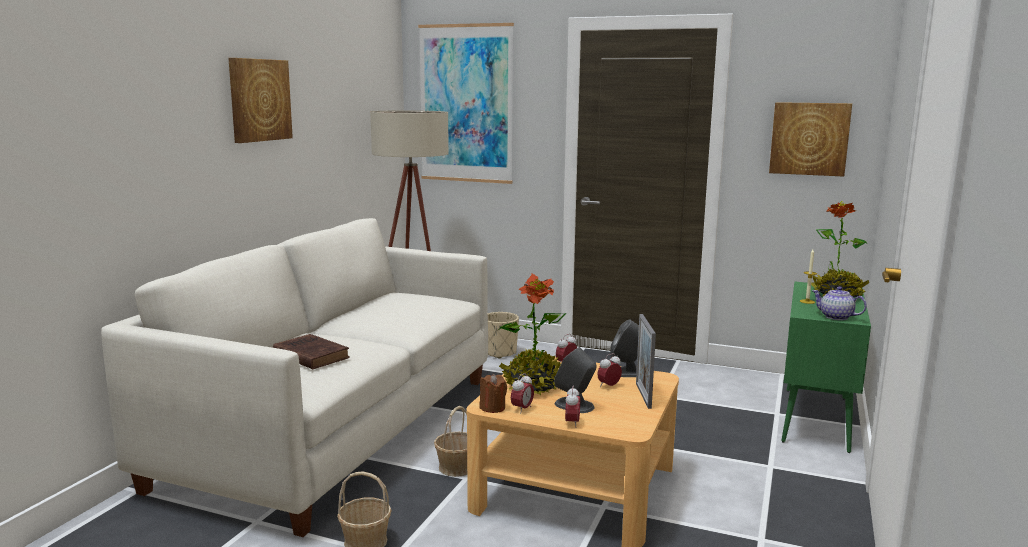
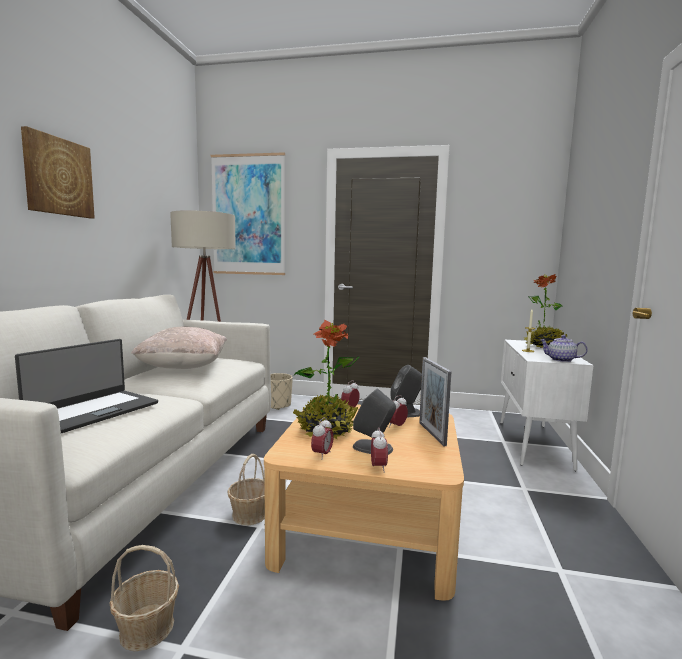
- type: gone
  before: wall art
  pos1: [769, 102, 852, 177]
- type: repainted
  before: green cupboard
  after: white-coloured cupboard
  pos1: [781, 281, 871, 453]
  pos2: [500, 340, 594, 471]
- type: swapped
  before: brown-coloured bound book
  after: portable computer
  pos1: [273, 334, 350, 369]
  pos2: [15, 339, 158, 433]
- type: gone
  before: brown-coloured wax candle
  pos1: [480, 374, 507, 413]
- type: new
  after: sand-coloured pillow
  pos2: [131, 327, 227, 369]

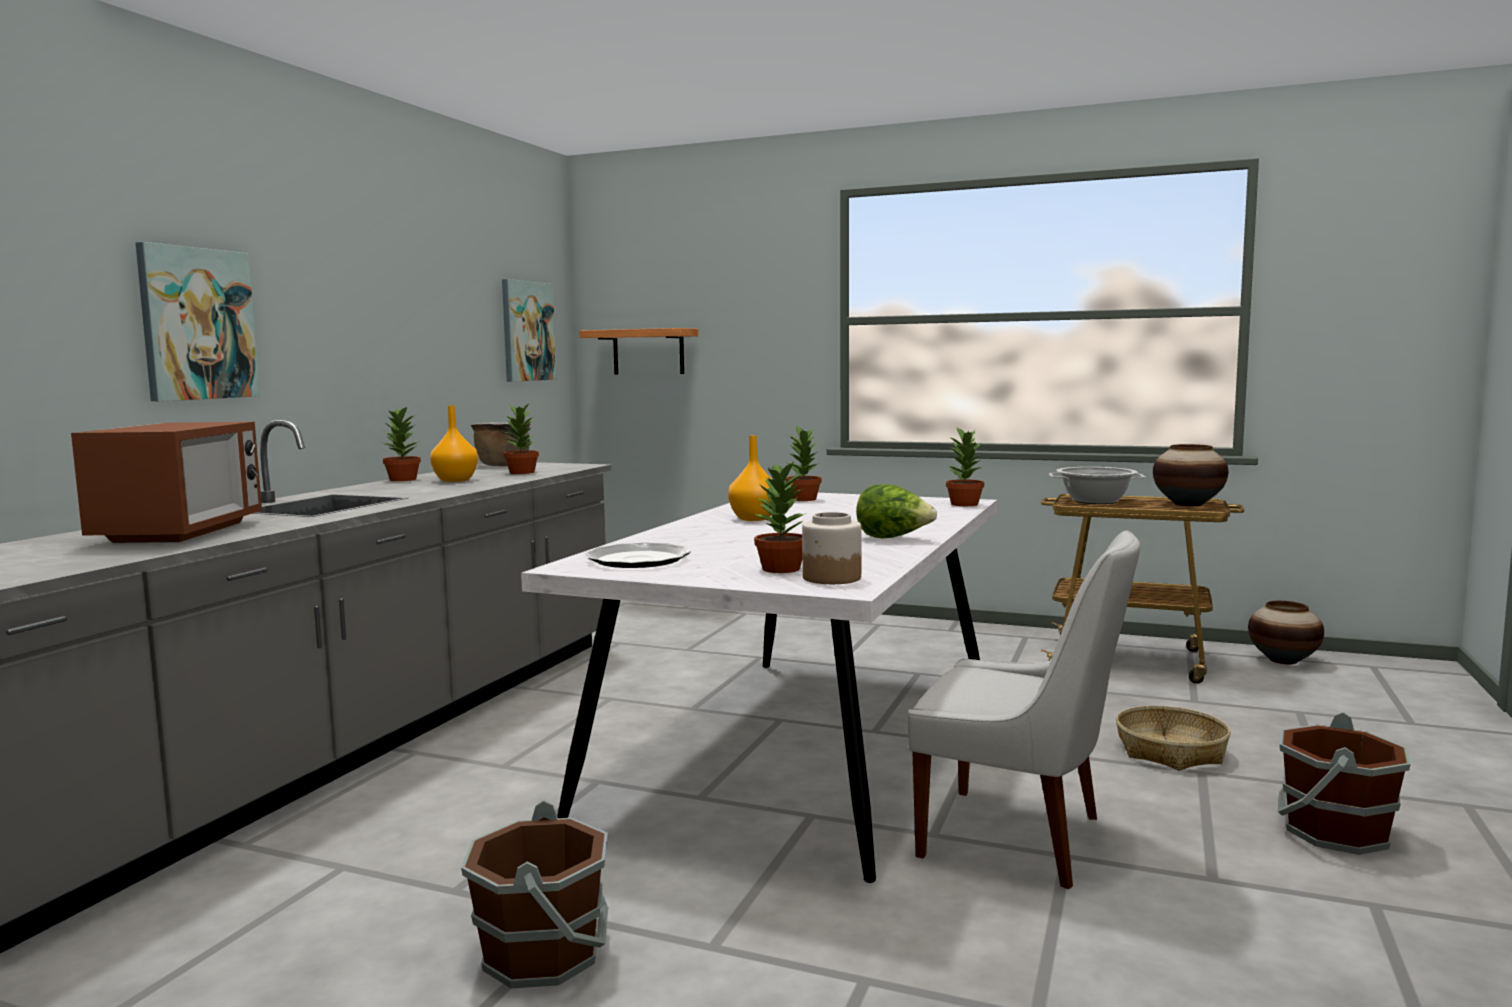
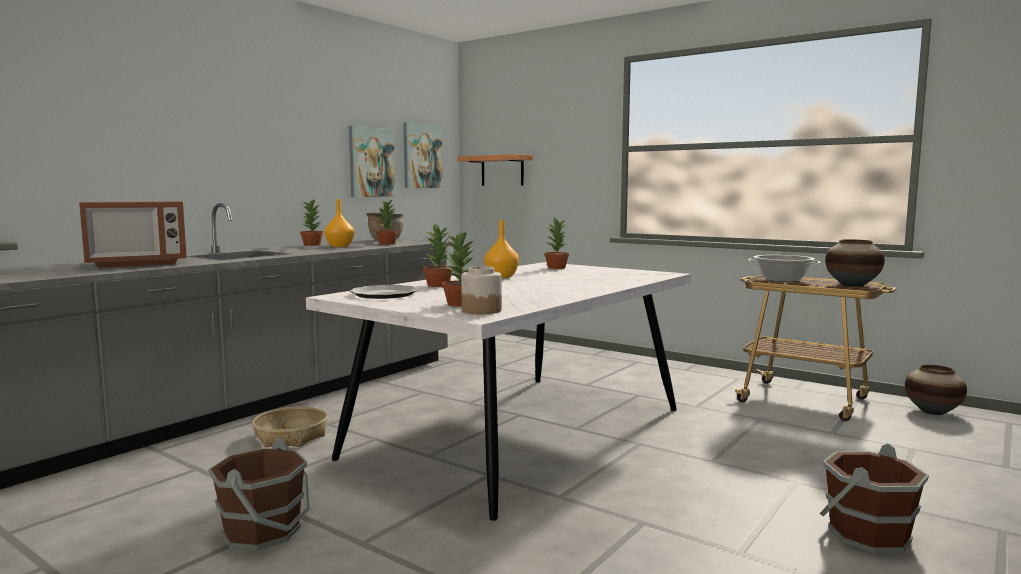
- type: shifted
  before: wall art
  pos1: [136, 242, 260, 401]
  pos2: [349, 125, 395, 197]
- type: rotated
  before: microwave
  pos1: [71, 422, 262, 543]
  pos2: [79, 201, 187, 268]
  turn: 45
- type: shifted
  before: plant in a pot
  pos1: [946, 427, 984, 506]
  pos2: [423, 224, 453, 287]
- type: gone
  before: head of lettuce
  pos1: [856, 484, 937, 539]
- type: gone
  before: white-coloured plain chair
  pos1: [908, 530, 1140, 889]
- type: shifted
  before: household basket
  pos1: [1116, 706, 1231, 771]
  pos2: [252, 406, 327, 447]

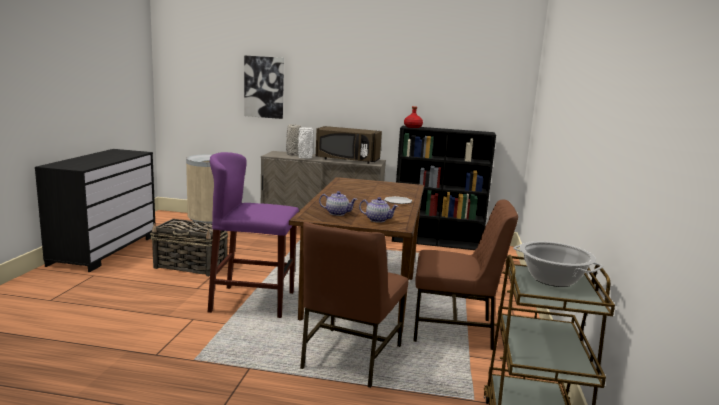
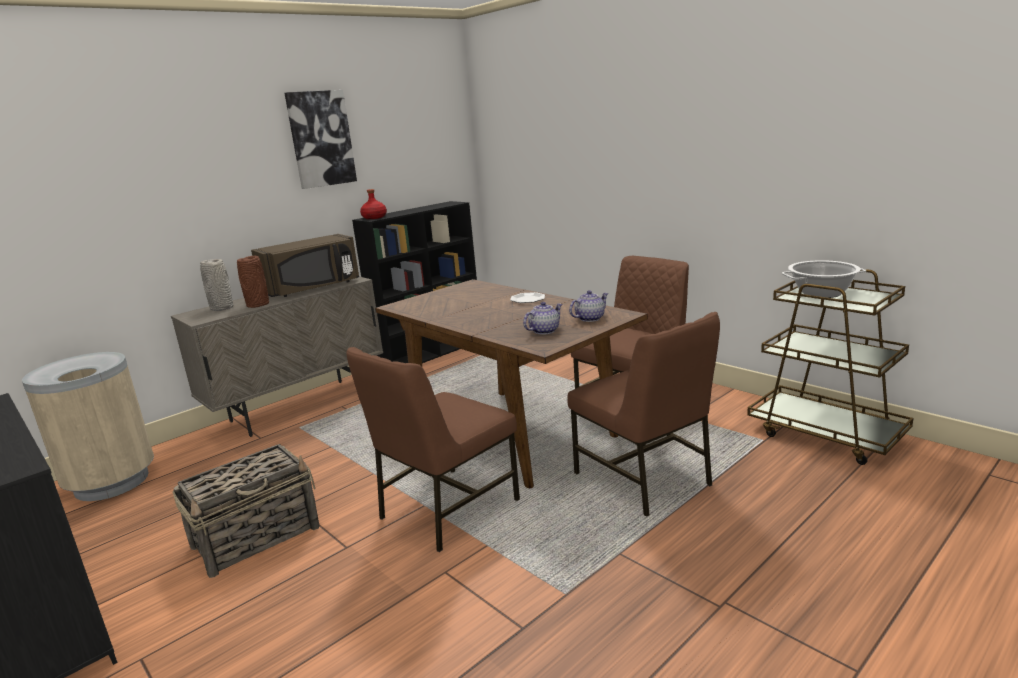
- type: shifted
  before: wall art
  pos1: [244, 55, 284, 119]
  pos2: [285, 90, 357, 189]
- type: repainted
  before: white-coloured flower vase
  after: brown-coloured flower vase
  pos1: [298, 127, 313, 159]
  pos2: [237, 256, 269, 308]
- type: swapped
  before: purplish sitting stool
  after: brown-coloured plain chair
  pos1: [208, 152, 299, 318]
  pos2: [346, 347, 520, 552]

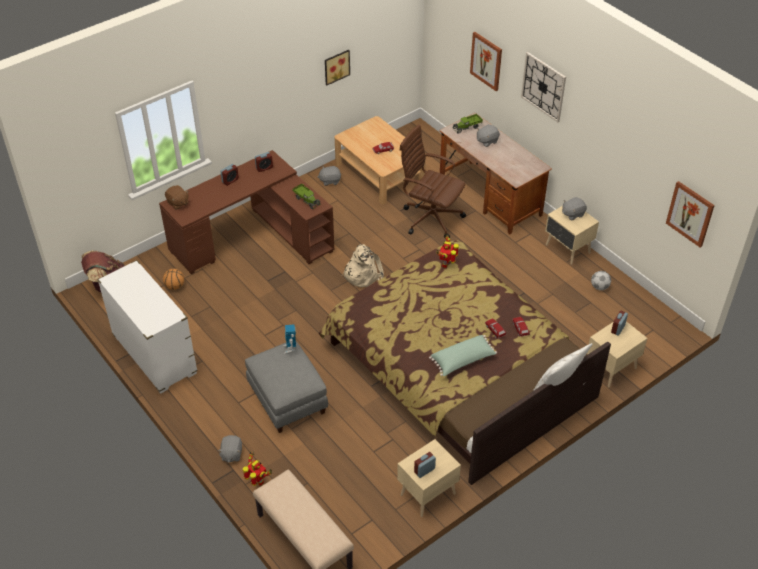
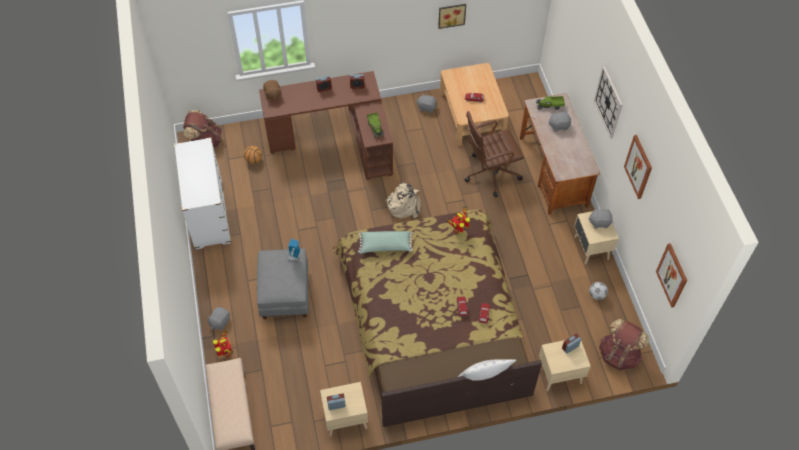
- type: shifted
  before: wall art
  pos1: [470, 32, 502, 91]
  pos2: [624, 135, 652, 199]
- type: rotated
  before: brown-coloured computer chair
  pos1: [399, 125, 466, 239]
  pos2: [465, 111, 524, 197]
  turn: -75
- type: shifted
  before: green pillow
  pos1: [429, 335, 497, 376]
  pos2: [358, 231, 413, 254]
- type: new
  after: brown-coloured rucksack
  pos2: [599, 319, 649, 371]

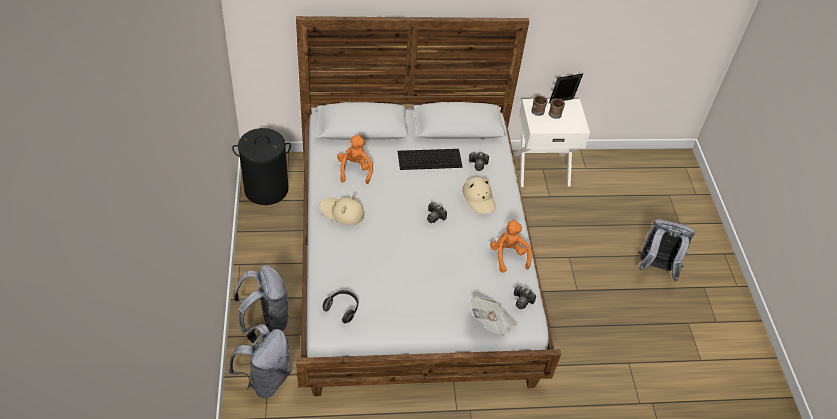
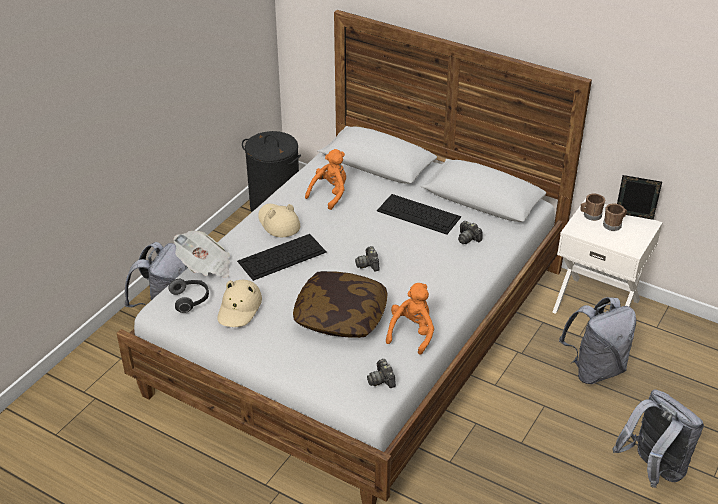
- type: shifted
  before: sand-coloured hat
  pos1: [462, 177, 496, 214]
  pos2: [217, 280, 262, 327]
- type: shifted
  before: daily paper
  pos1: [470, 296, 518, 336]
  pos2: [173, 231, 230, 278]
- type: shifted
  before: greyish rucksack
  pos1: [228, 324, 292, 398]
  pos2: [559, 297, 636, 384]
- type: new
  after: PC keyboard
  pos2: [237, 234, 327, 281]
- type: new
  after: pillow
  pos2: [293, 271, 388, 338]

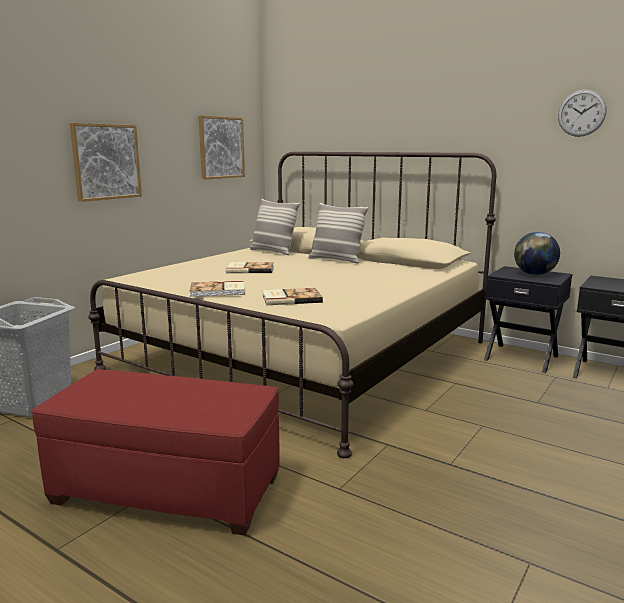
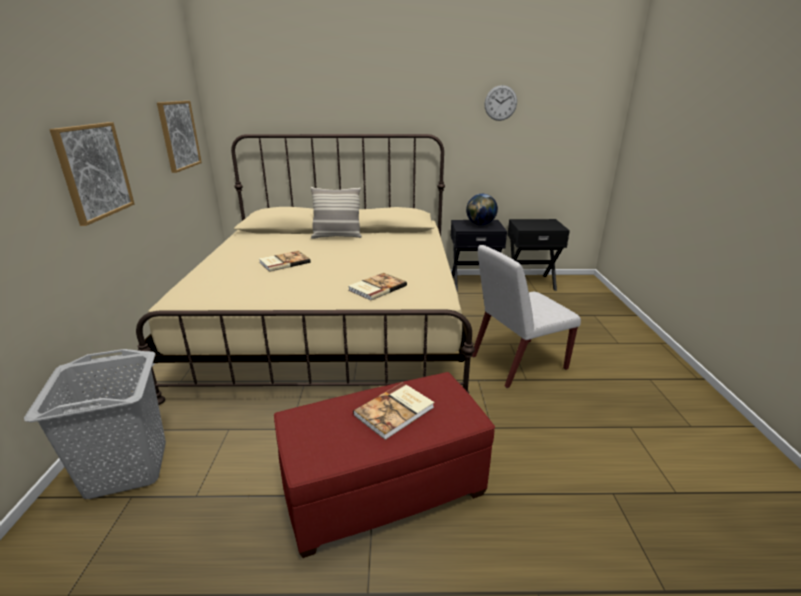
- type: gone
  before: pillow
  pos1: [250, 199, 300, 255]
- type: shifted
  before: bound book
  pos1: [190, 281, 245, 297]
  pos2: [353, 382, 434, 440]
- type: new
  after: white-coloured plain chair
  pos2: [472, 245, 581, 388]

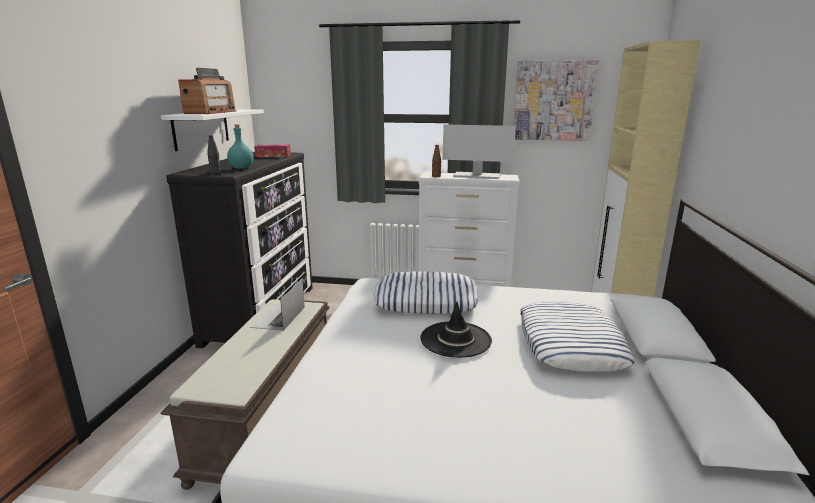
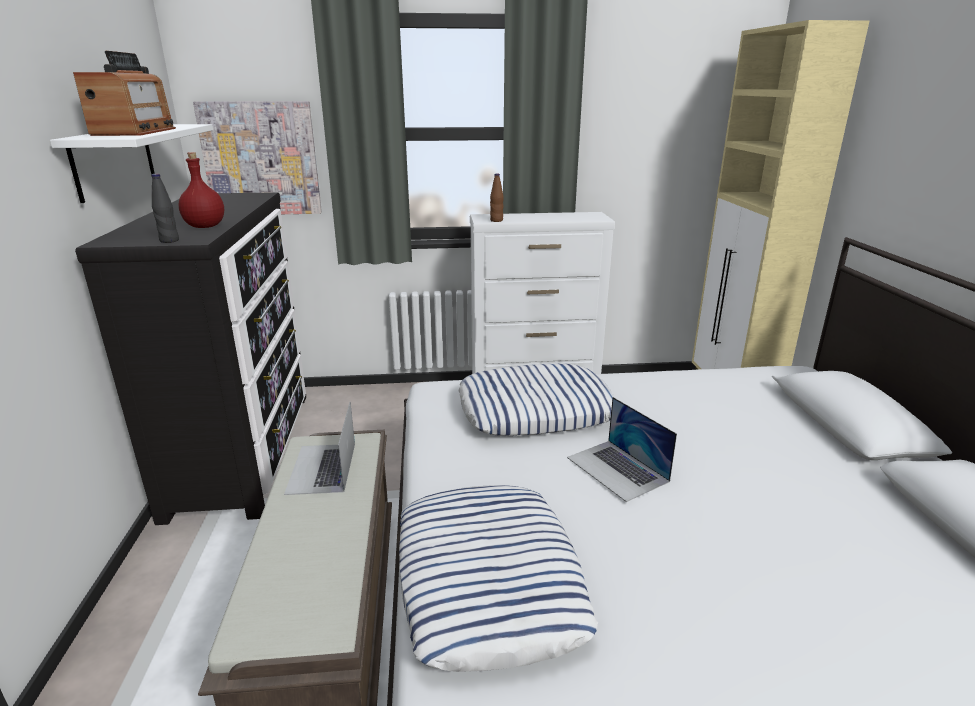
- type: shifted
  before: wall art
  pos1: [513, 60, 599, 141]
  pos2: [193, 101, 322, 214]
- type: repainted
  before: turquoise drink bottle
  after: red drink bottle
  pos1: [227, 124, 254, 169]
  pos2: [179, 152, 224, 228]
- type: gone
  before: computer display
  pos1: [442, 124, 516, 179]
- type: gone
  before: tissue holder
  pos1: [254, 144, 291, 157]
- type: shifted
  before: pillow
  pos1: [520, 301, 635, 372]
  pos2: [399, 485, 598, 672]
- type: swapped
  before: black-coloured hat
  after: portable computer
  pos1: [421, 302, 492, 358]
  pos2: [567, 397, 677, 502]

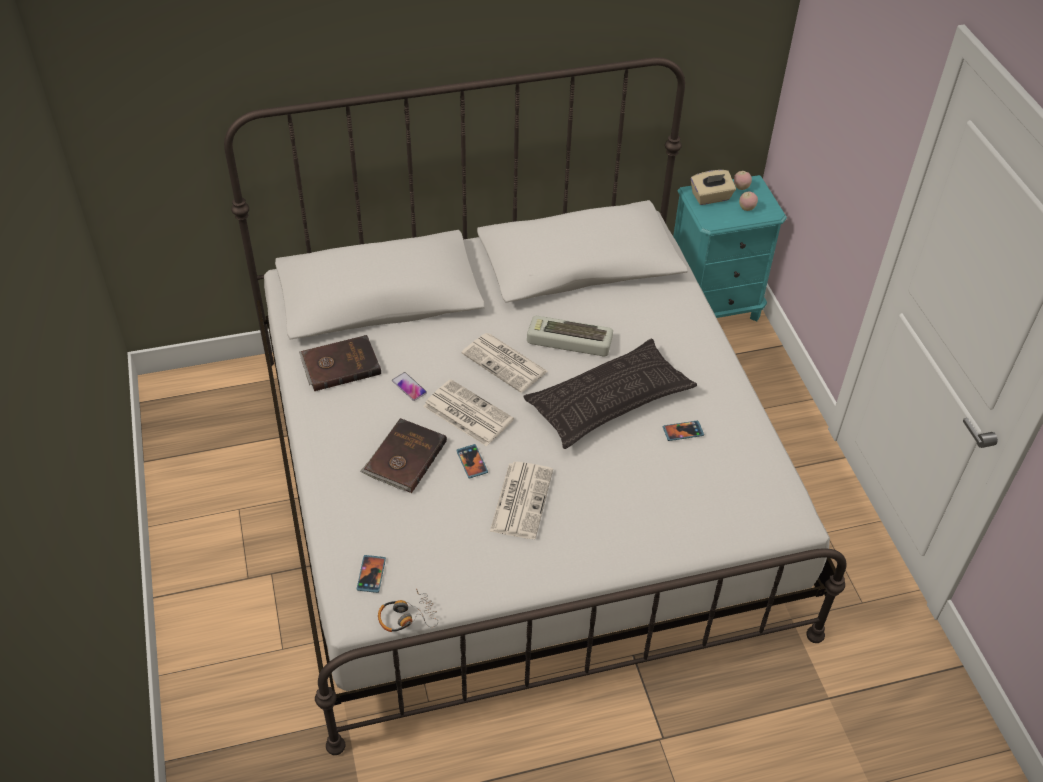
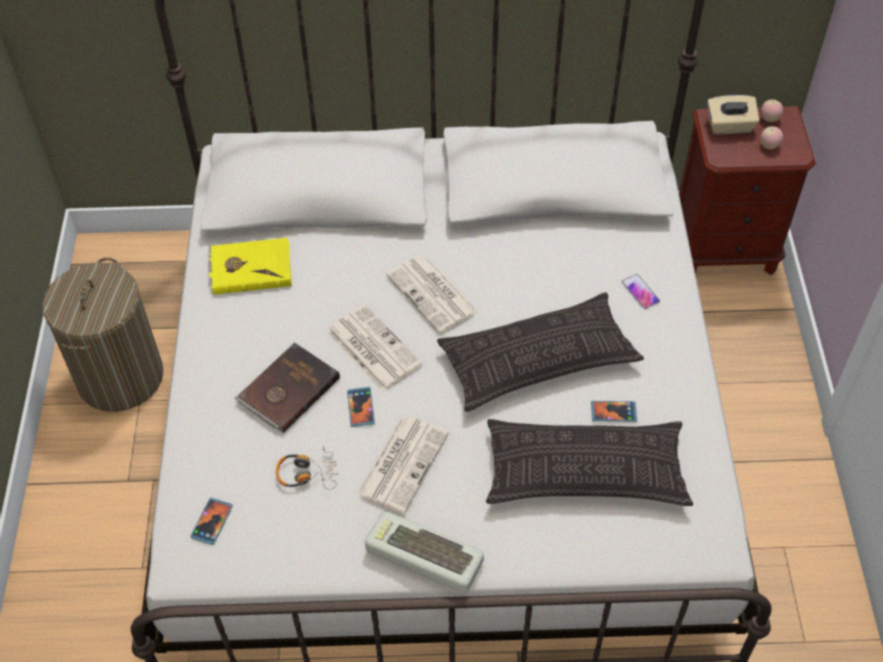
- type: repainted
  before: turquoise bedside table
  after: brown-coloured bedside table
  pos1: [673, 175, 787, 322]
  pos2: [679, 106, 816, 275]
- type: shifted
  before: PC keyboard
  pos1: [527, 316, 613, 356]
  pos2: [365, 511, 484, 593]
- type: repainted
  before: brown-coloured bound book
  after: yellow-coloured bound book
  pos1: [299, 335, 381, 391]
  pos2: [209, 238, 292, 295]
- type: shifted
  before: handset
  pos1: [392, 372, 427, 401]
  pos2: [622, 274, 660, 309]
- type: shifted
  before: headset
  pos1: [378, 588, 438, 632]
  pos2: [276, 445, 338, 490]
- type: new
  after: laundry basket
  pos2: [42, 257, 164, 412]
- type: new
  after: pillow
  pos2: [486, 419, 693, 506]

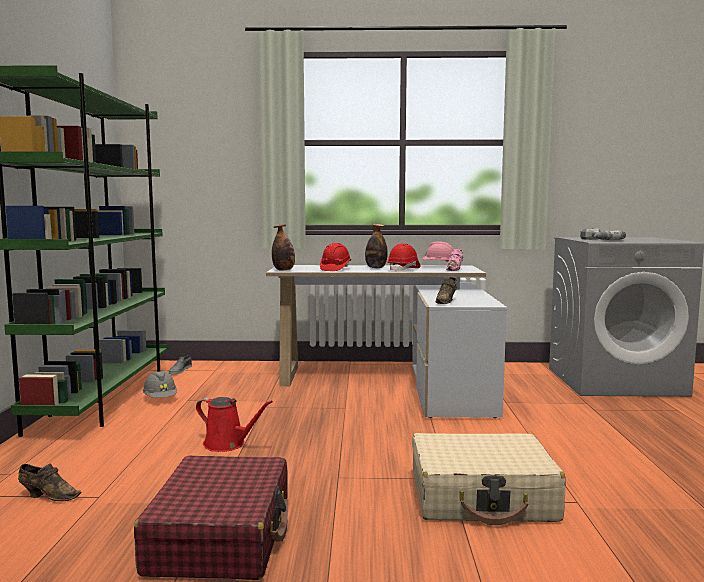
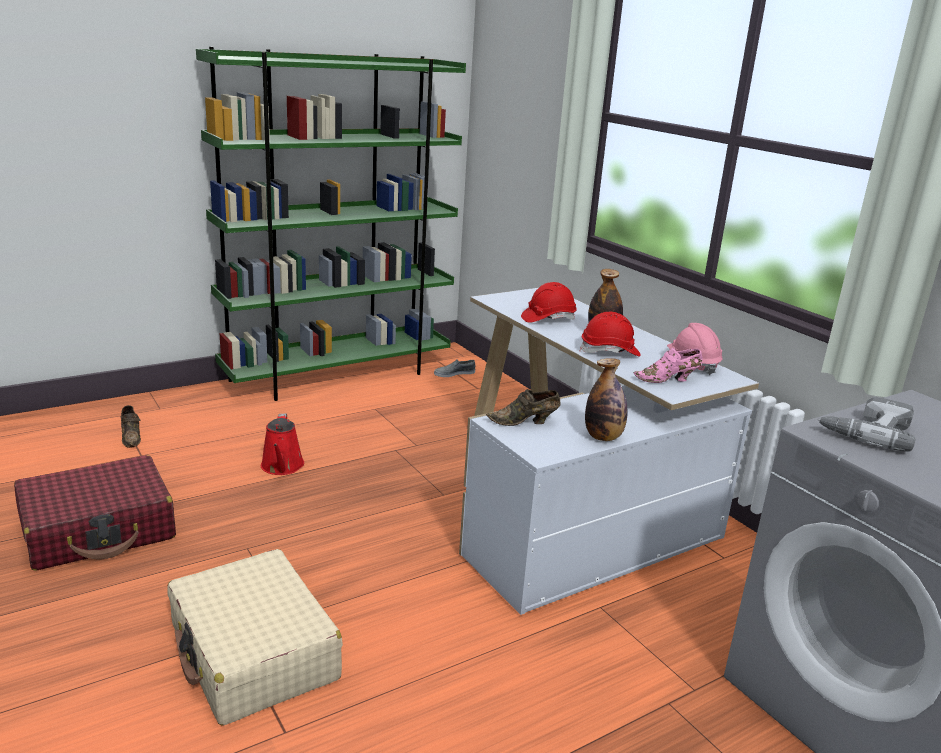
- type: shifted
  before: drink bottle
  pos1: [272, 224, 295, 271]
  pos2: [585, 358, 627, 441]
- type: gone
  before: greyish work helmet
  pos1: [143, 371, 177, 398]

